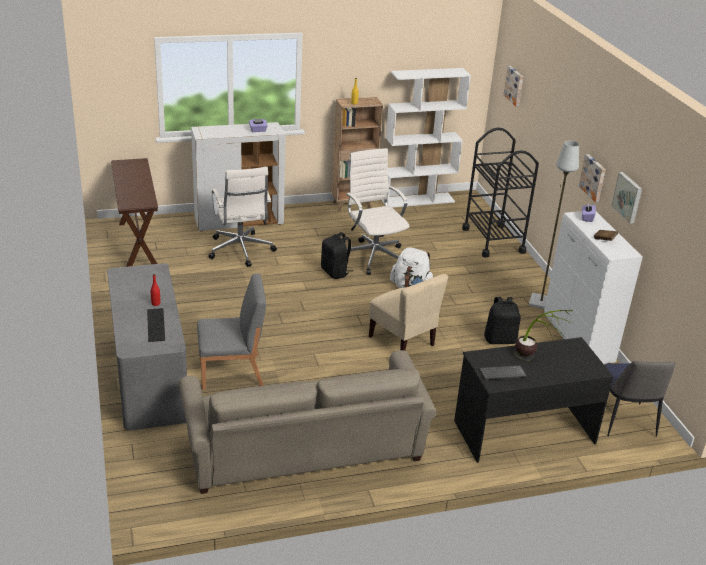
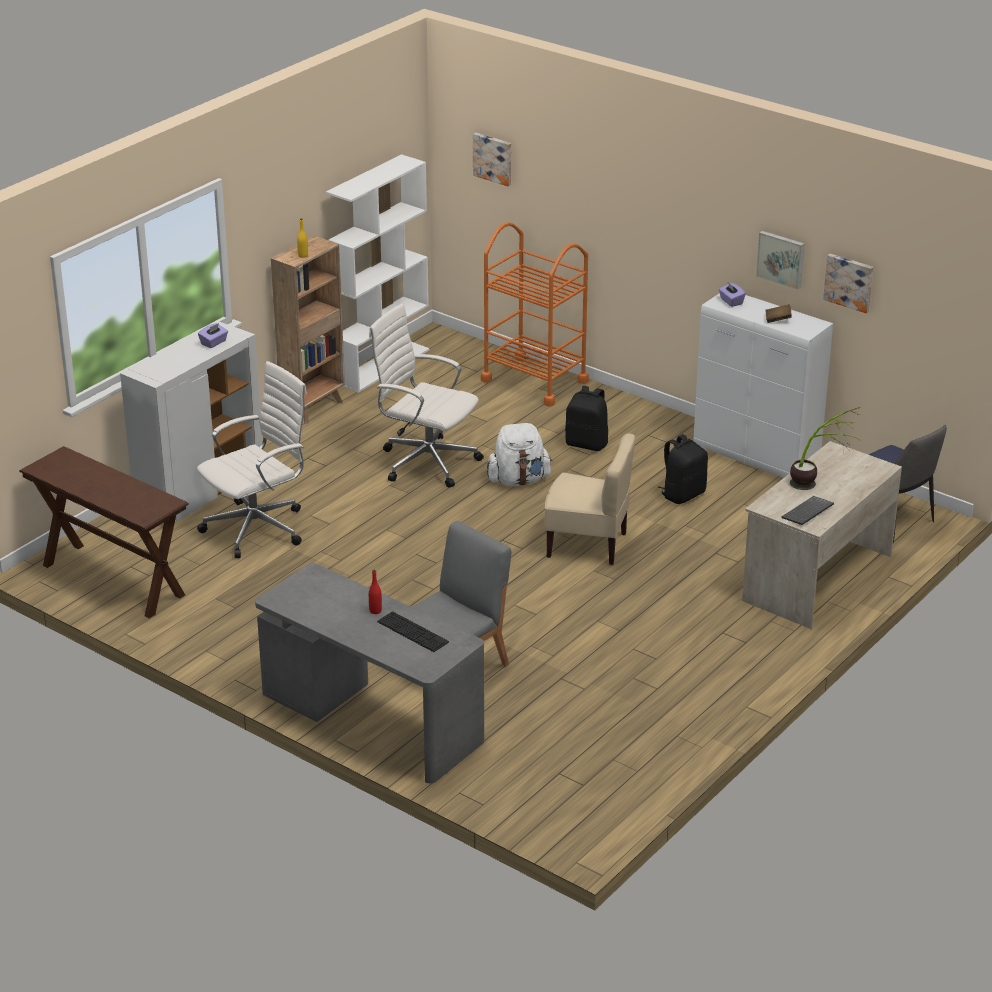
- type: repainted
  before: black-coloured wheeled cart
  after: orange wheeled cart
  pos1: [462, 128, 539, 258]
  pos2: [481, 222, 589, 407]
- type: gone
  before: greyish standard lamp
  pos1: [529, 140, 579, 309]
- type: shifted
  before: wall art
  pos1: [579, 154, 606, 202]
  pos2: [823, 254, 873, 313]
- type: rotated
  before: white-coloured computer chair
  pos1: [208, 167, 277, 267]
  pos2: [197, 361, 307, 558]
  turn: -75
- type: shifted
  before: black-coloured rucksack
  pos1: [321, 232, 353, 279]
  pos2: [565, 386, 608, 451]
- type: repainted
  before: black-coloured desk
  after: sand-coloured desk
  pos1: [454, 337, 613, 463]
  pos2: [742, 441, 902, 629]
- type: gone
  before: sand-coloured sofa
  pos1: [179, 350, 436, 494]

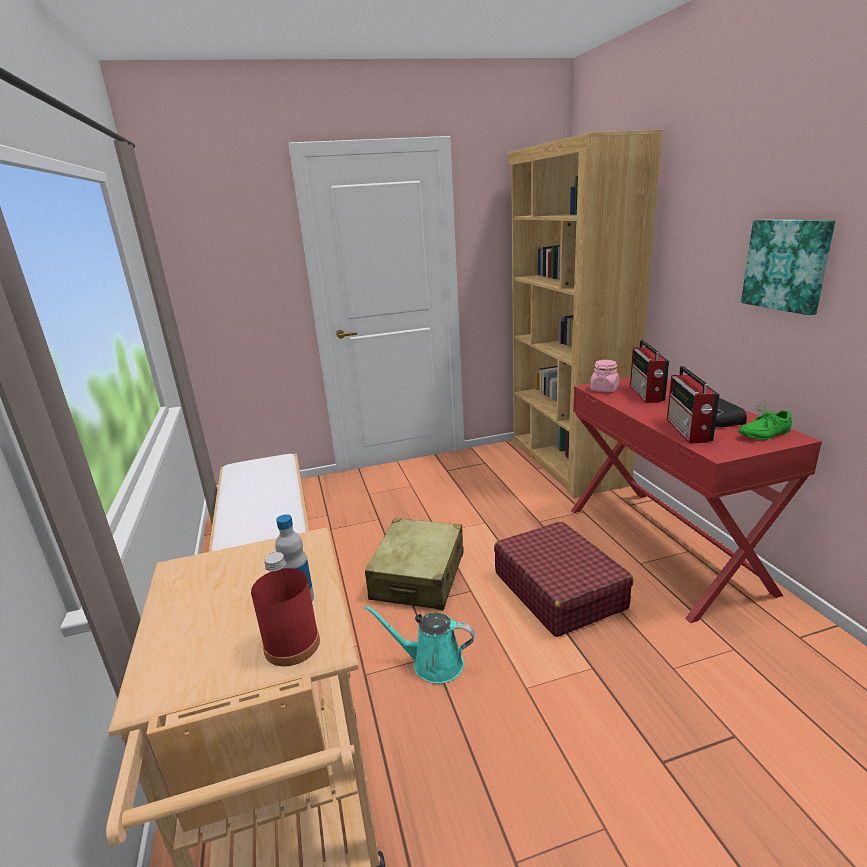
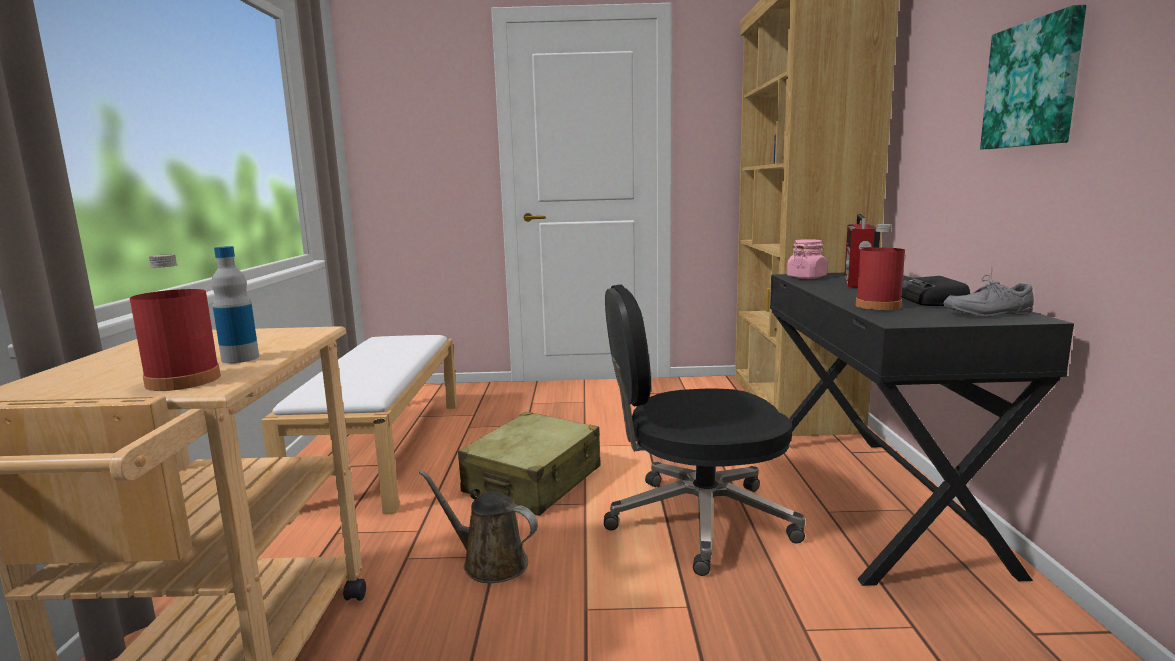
- type: swapped
  before: radio set
  after: red drink bottle
  pos1: [667, 366, 720, 443]
  pos2: [856, 224, 905, 310]
- type: repainted
  before: red desk
  after: black-coloured desk
  pos1: [571, 377, 822, 623]
  pos2: [770, 273, 1074, 586]
- type: repainted
  before: green low shoe
  after: greyish low shoe
  pos1: [738, 400, 792, 440]
  pos2: [943, 267, 1034, 317]
- type: swapped
  before: red travel case
  after: black-coloured computer chair
  pos1: [494, 521, 633, 637]
  pos2: [604, 284, 805, 576]
- type: repainted
  before: turquoise watering pot
  after: brown-coloured watering pot
  pos1: [364, 605, 475, 684]
  pos2: [419, 470, 538, 583]

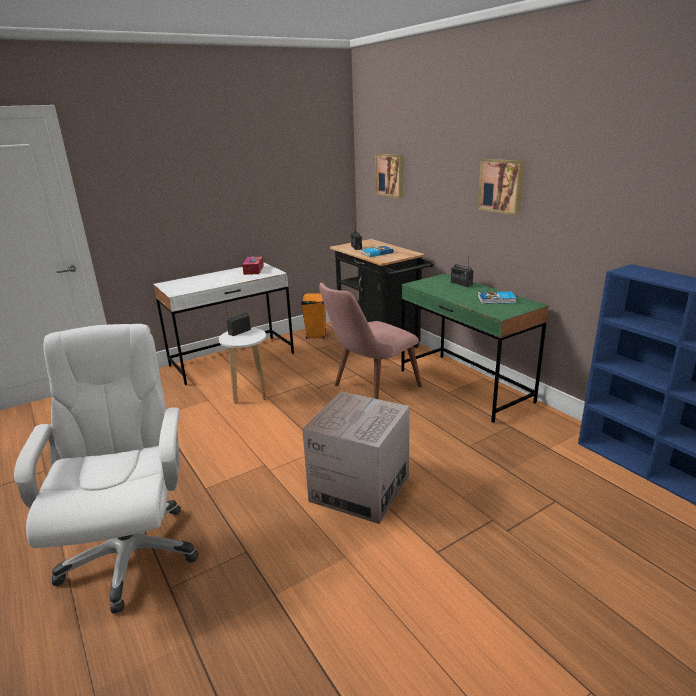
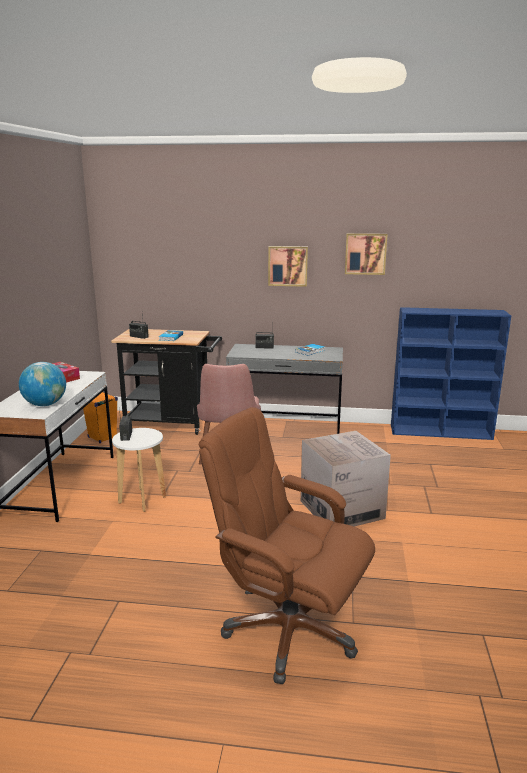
- type: shifted
  before: wall art
  pos1: [375, 154, 403, 198]
  pos2: [345, 233, 388, 275]
- type: repainted
  before: green desk
  after: greyish desk
  pos1: [401, 274, 549, 423]
  pos2: [226, 344, 343, 434]
- type: repainted
  before: white-coloured computer chair
  after: brown-coloured computer chair
  pos1: [14, 324, 199, 614]
  pos2: [199, 407, 375, 684]
- type: new
  after: globe
  pos2: [19, 362, 66, 406]

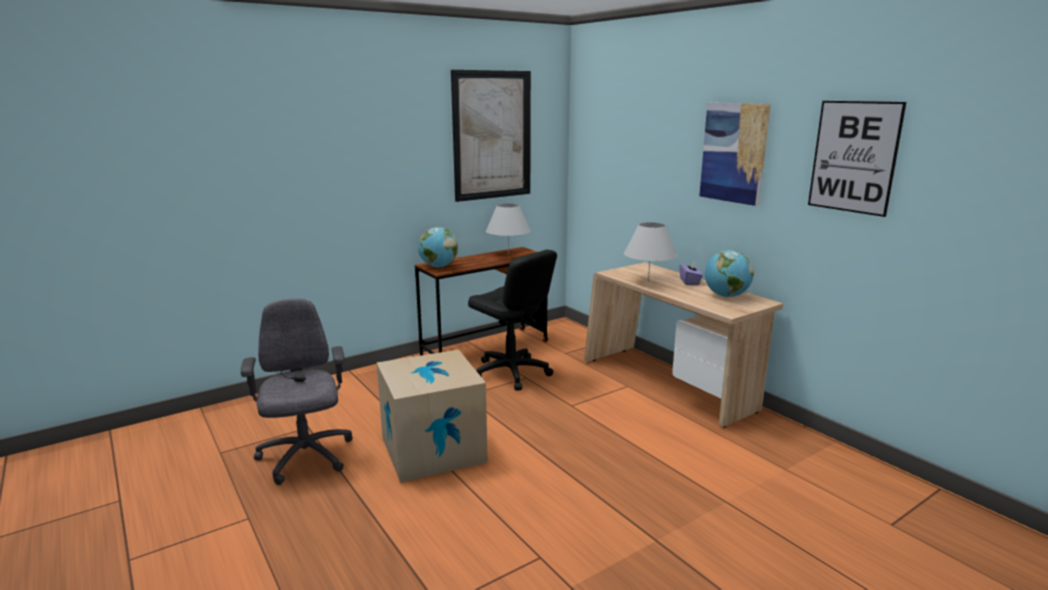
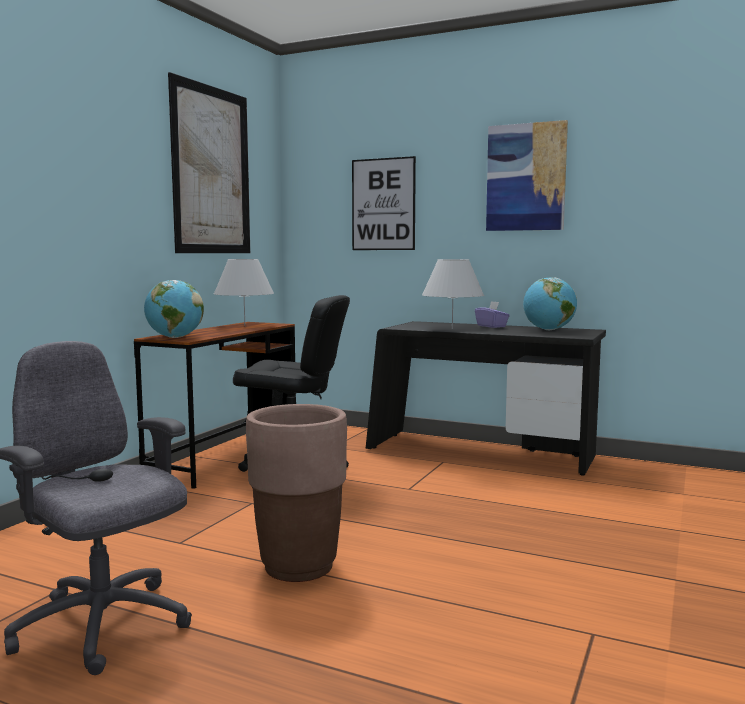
- type: shifted
  before: wall art
  pos1: [808, 101, 906, 217]
  pos2: [352, 156, 416, 250]
- type: repainted
  before: sand-coloured desk
  after: black-coloured desk
  pos1: [584, 262, 783, 428]
  pos2: [366, 321, 606, 476]
- type: swapped
  before: carton
  after: brown-coloured flower pot
  pos1: [377, 350, 488, 483]
  pos2: [246, 404, 347, 582]

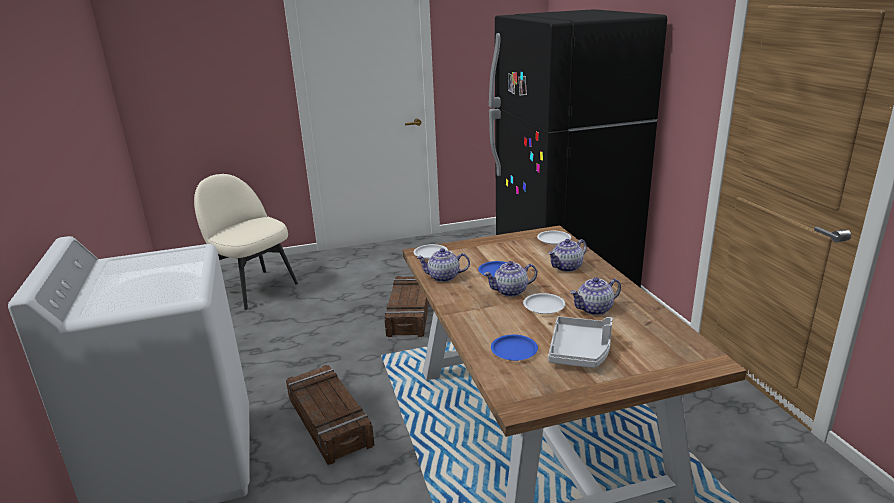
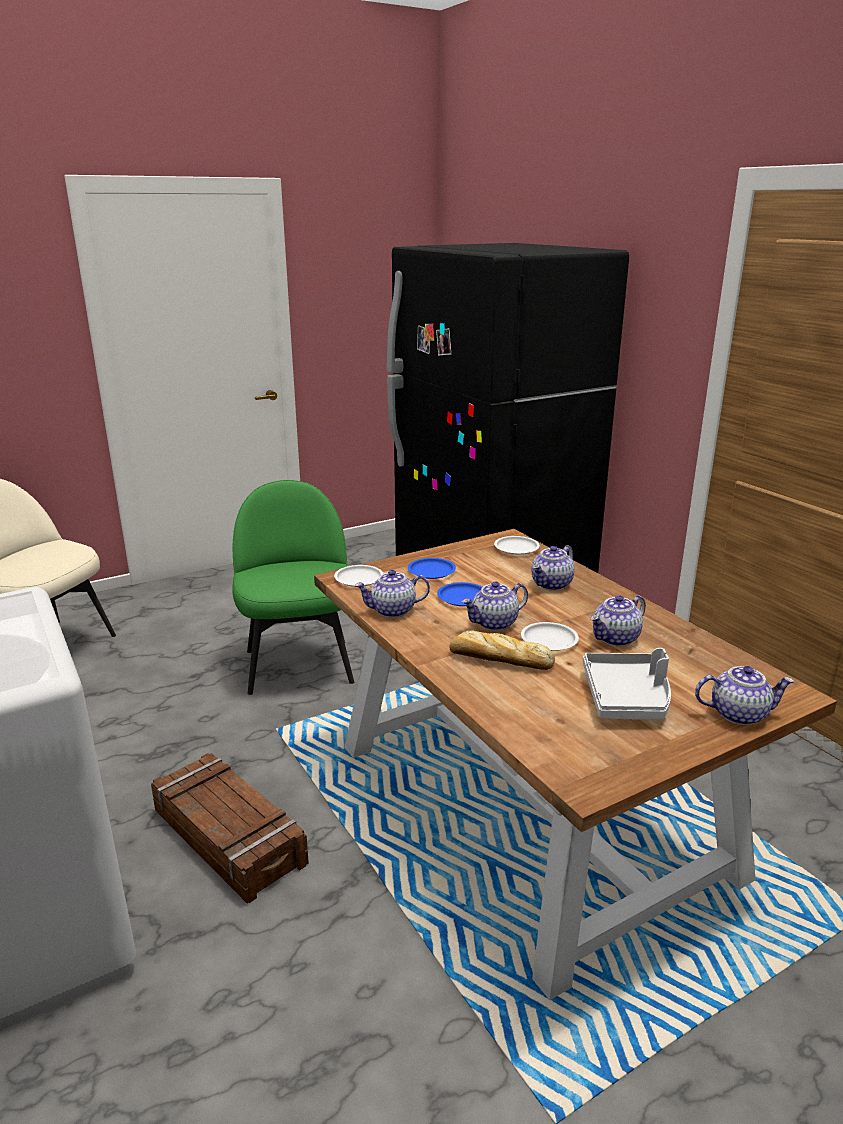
- type: swapped
  before: packing crate
  after: green plain chair
  pos1: [385, 276, 429, 337]
  pos2: [232, 480, 354, 695]
- type: shifted
  before: bluish dinner plate
  pos1: [491, 335, 538, 361]
  pos2: [408, 558, 456, 579]
- type: new
  after: bakery bread
  pos2: [449, 630, 555, 670]
- type: new
  after: teapot
  pos2: [695, 666, 794, 725]

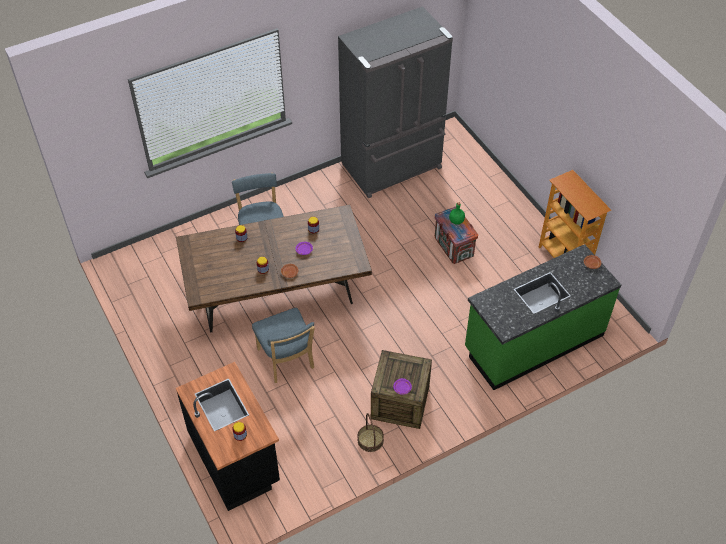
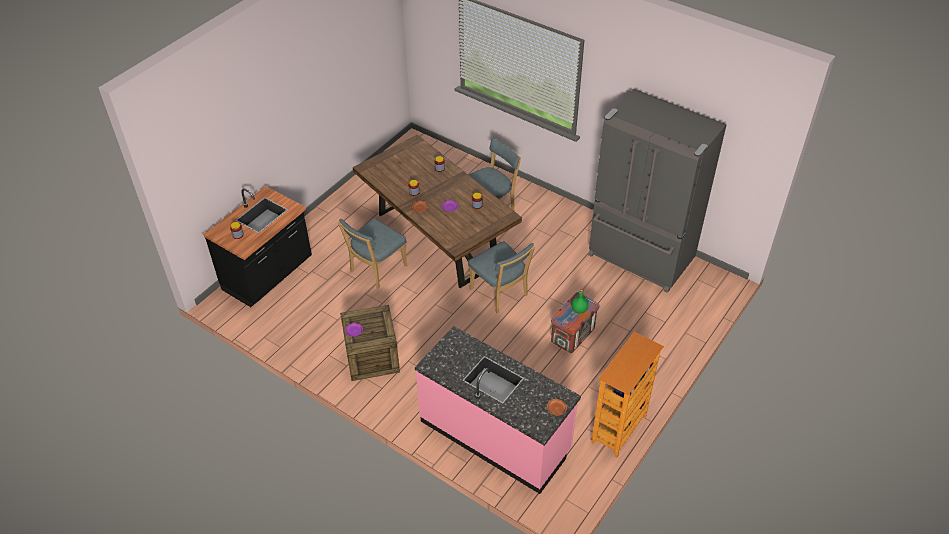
- type: repainted
  before: green counter
  after: pink counter
  pos1: [465, 244, 621, 390]
  pos2: [415, 326, 581, 494]
- type: gone
  before: household basket
  pos1: [357, 413, 384, 452]
- type: new
  after: bluish plain chair
  pos2: [468, 241, 535, 313]

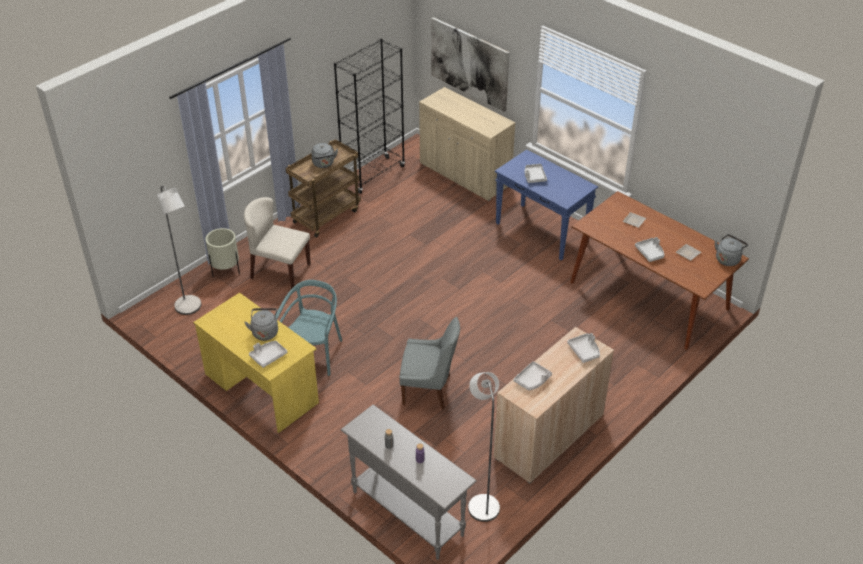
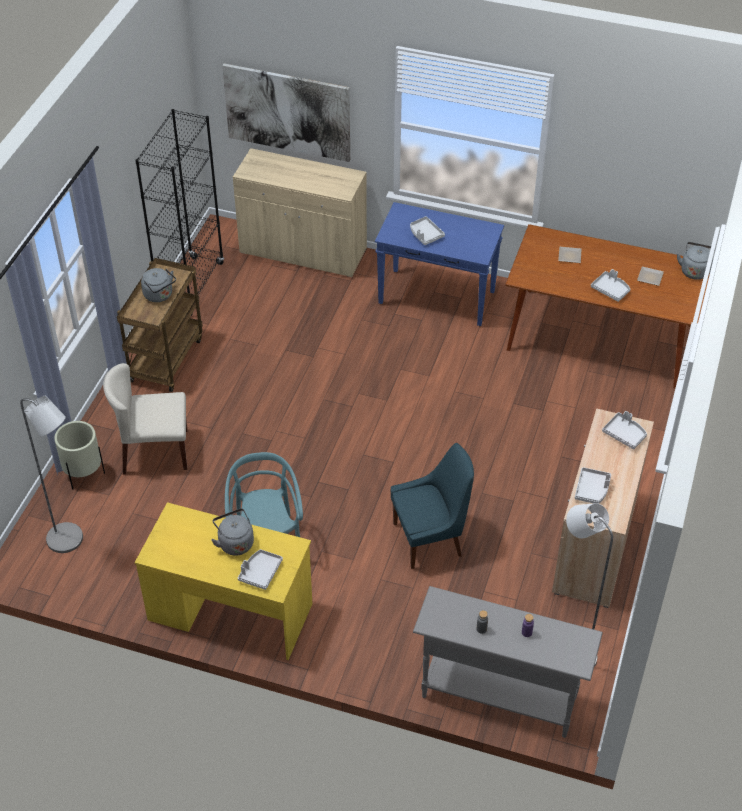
- type: repainted
  before: greyish plain chair
  after: bluish plain chair
  pos1: [399, 317, 460, 410]
  pos2: [391, 443, 474, 569]

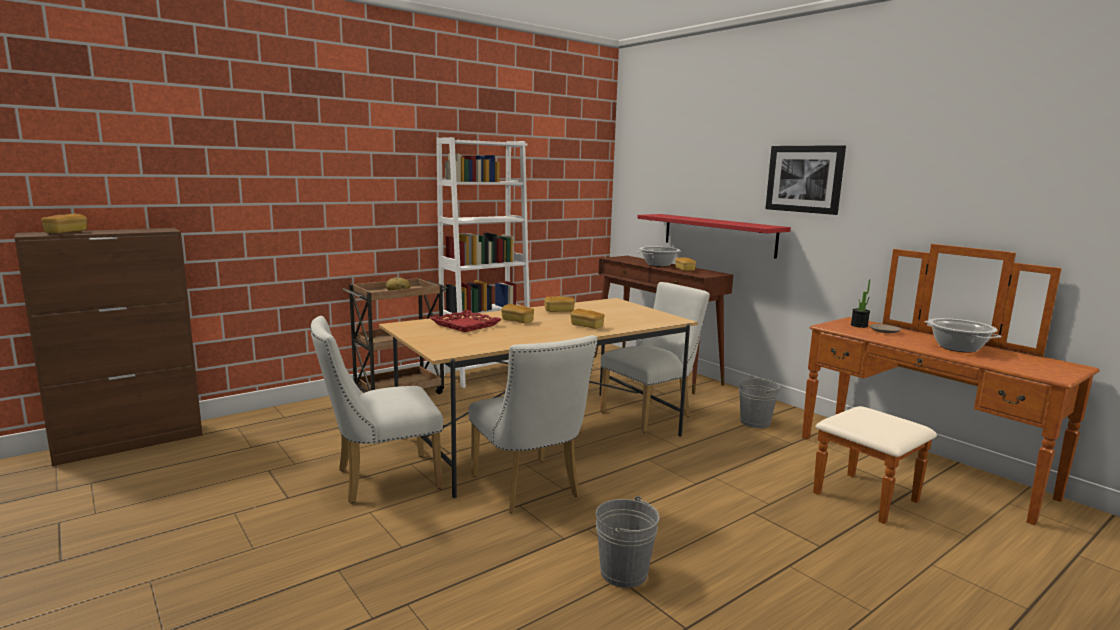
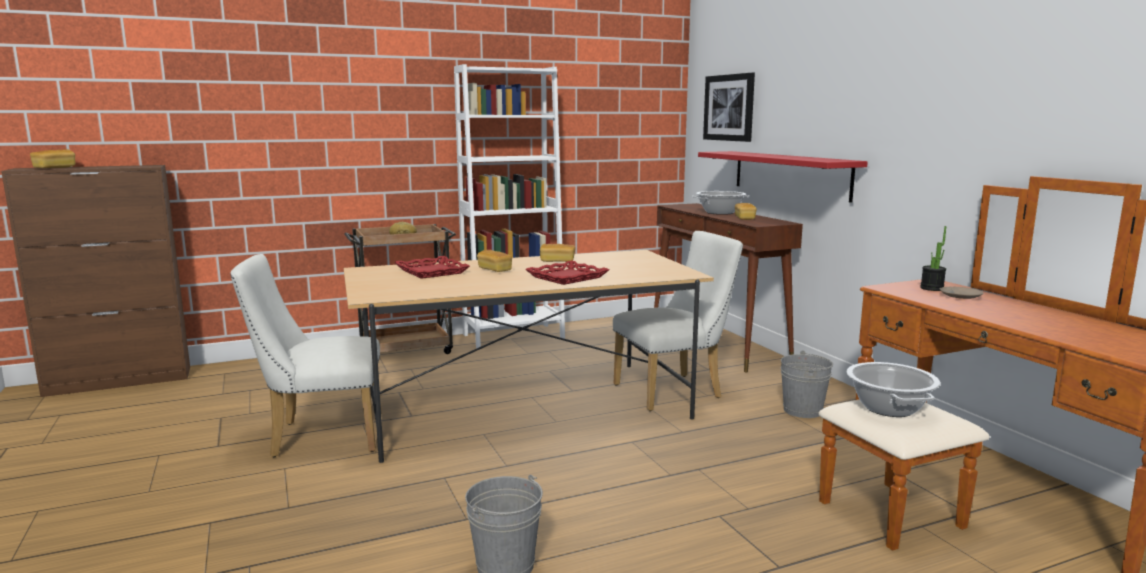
- type: shifted
  before: wall art
  pos1: [765, 145, 846, 215]
  pos2: [703, 73, 755, 142]
- type: swapped
  before: bakery bread
  after: red tray
  pos1: [570, 309, 604, 329]
  pos2: [525, 261, 609, 285]
- type: shifted
  before: saucepot
  pos1: [925, 318, 1002, 353]
  pos2: [847, 362, 940, 417]
- type: gone
  before: white-coloured plain chair
  pos1: [468, 335, 598, 514]

